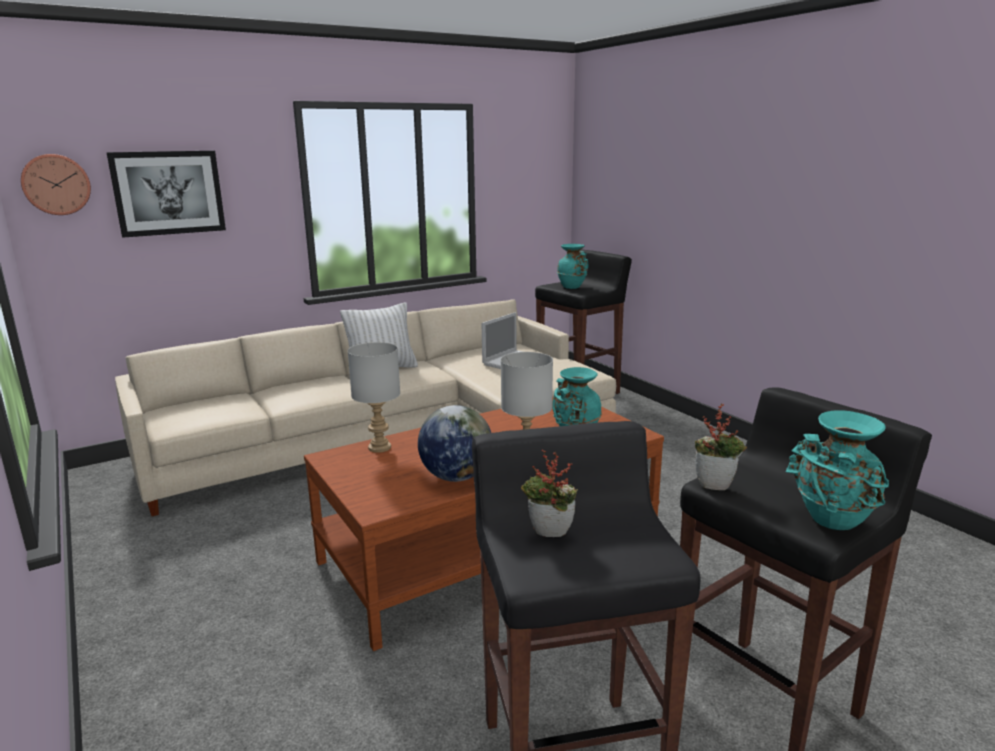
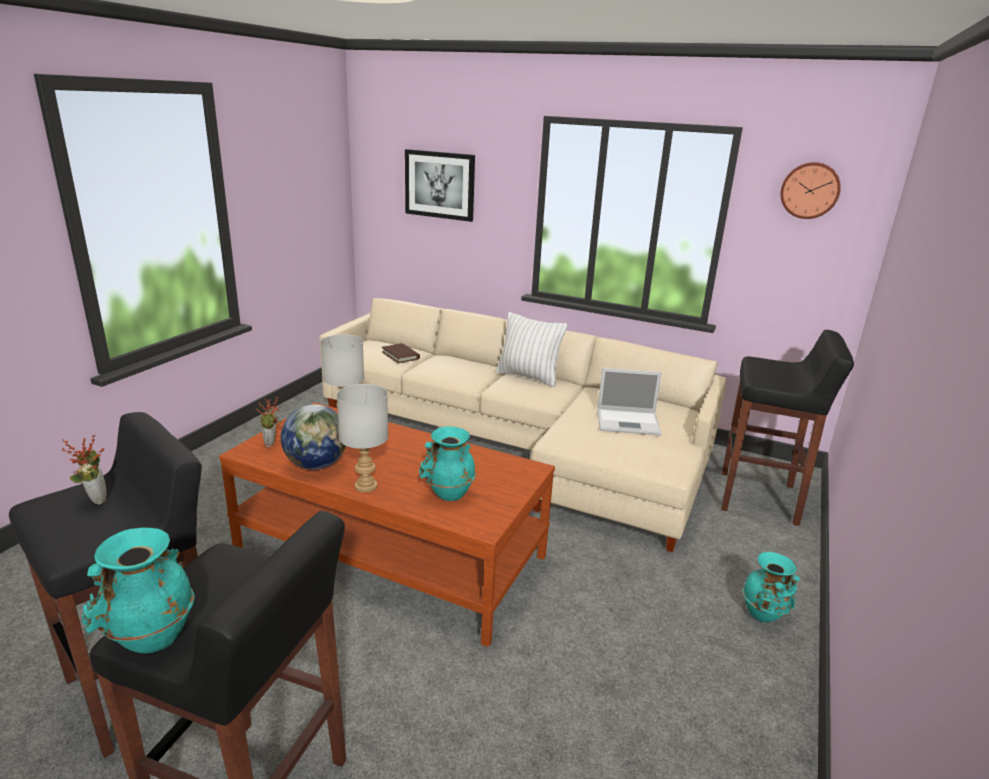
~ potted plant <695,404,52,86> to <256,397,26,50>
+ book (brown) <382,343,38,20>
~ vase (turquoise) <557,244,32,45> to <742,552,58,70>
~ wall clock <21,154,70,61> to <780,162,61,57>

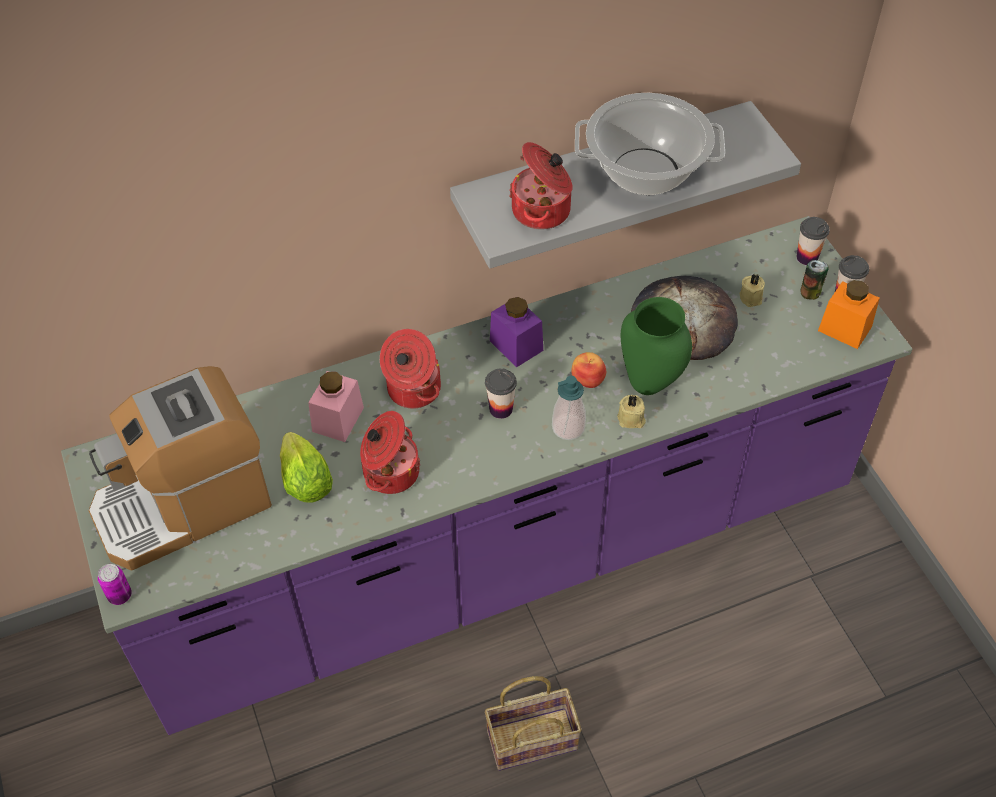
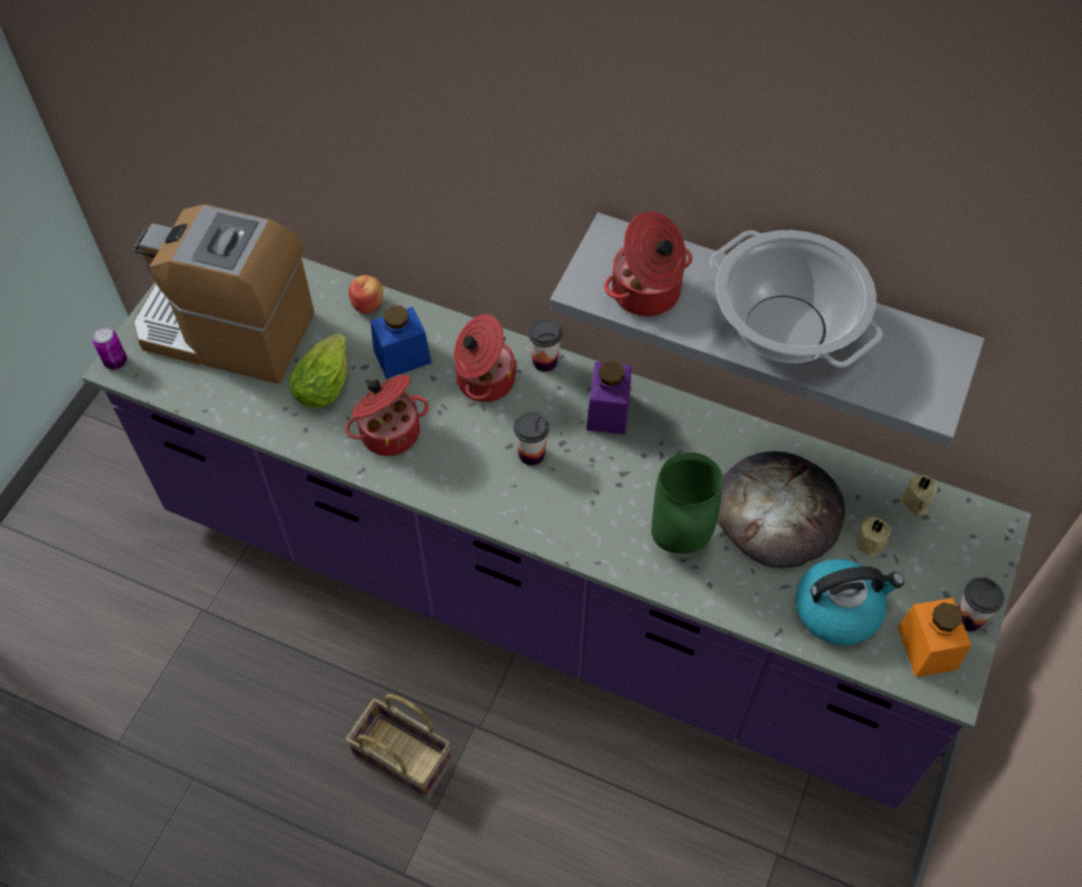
~ apple <571,352,35,36> to <349,275,34,39>
~ jar (pink) <308,371,56,71> to jar (blue) <370,306,61,73>
~ cup <797,217,33,48> to <528,318,34,54>
+ kettle <795,559,109,86>
~ candle (beige) <617,395,29,33> to <901,475,36,40>
- soap dispenser <552,376,34,64>
- can <800,260,29,40>

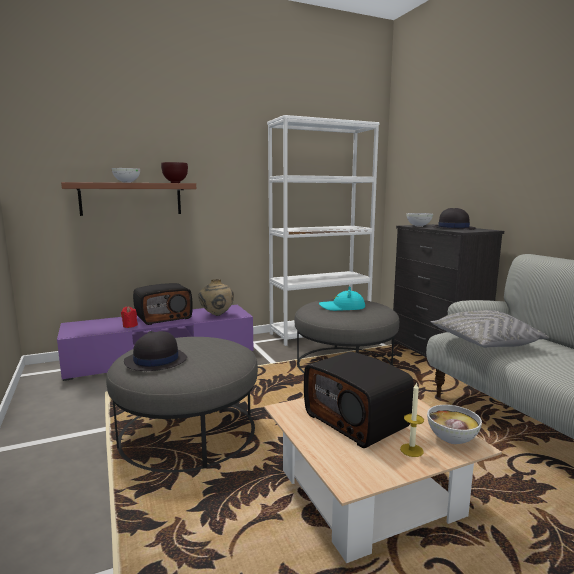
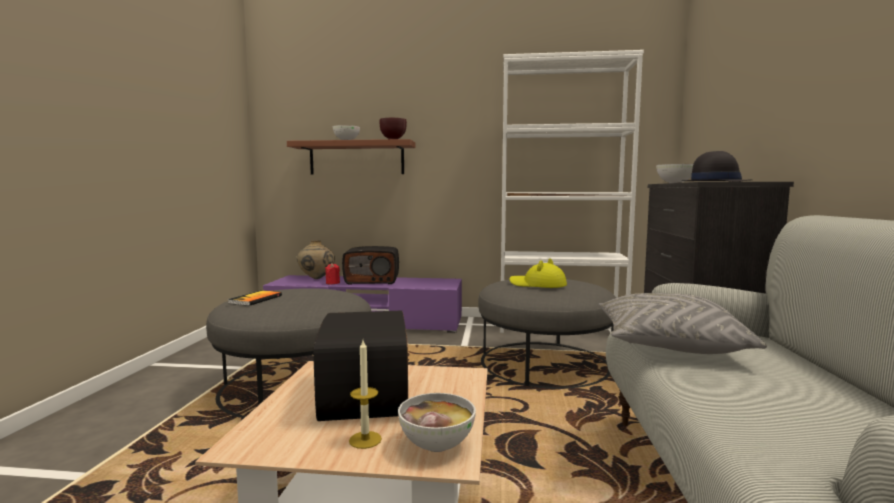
~ hat (black) <124,331,63,40> to book <228,290,54,16>
~ vase (beige) <198,279,36,37> to <297,240,38,39>
~ hat (turquoise) <319,286,46,25> to hat (yellow) <509,258,58,30>

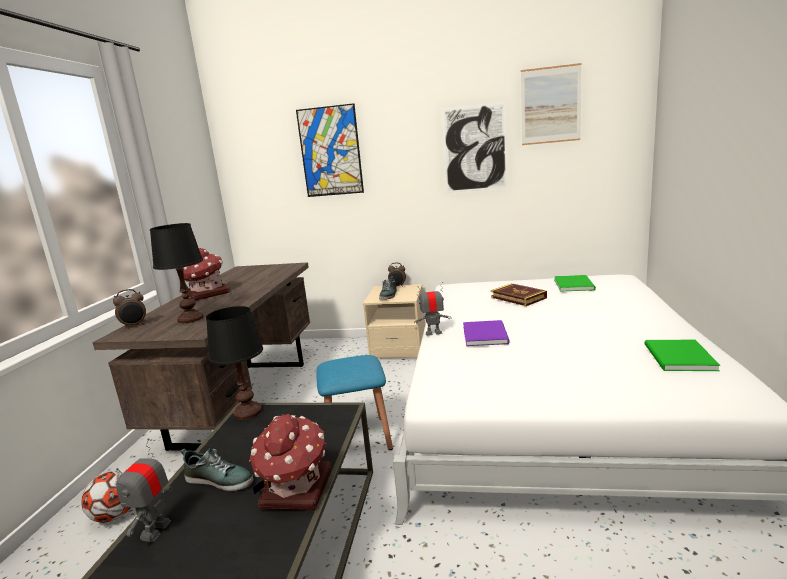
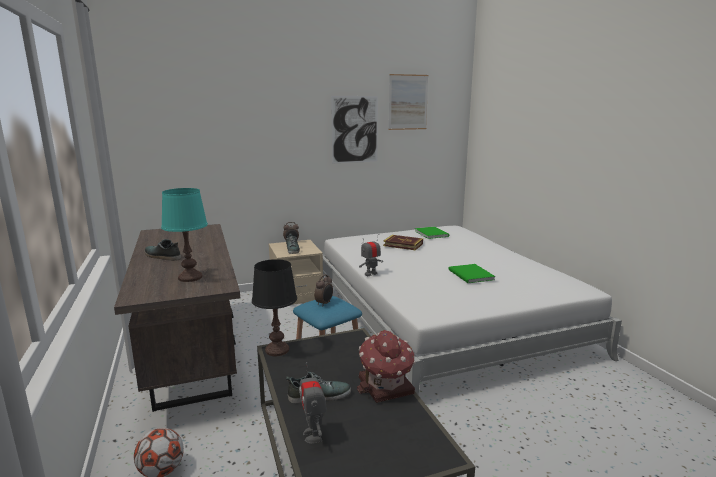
~ toy house <183,248,47,53> to shoe <145,239,36,22>
~ table lamp (black) <150,223,54,100> to table lamp (turquoise) <161,188,47,94>
~ alarm clock <113,289,33,40> to <314,274,19,33>
~ book (green) <645,340,75,31> to <449,264,46,19>
- picture <296,103,68,94>
- book (purple) <463,320,47,26>

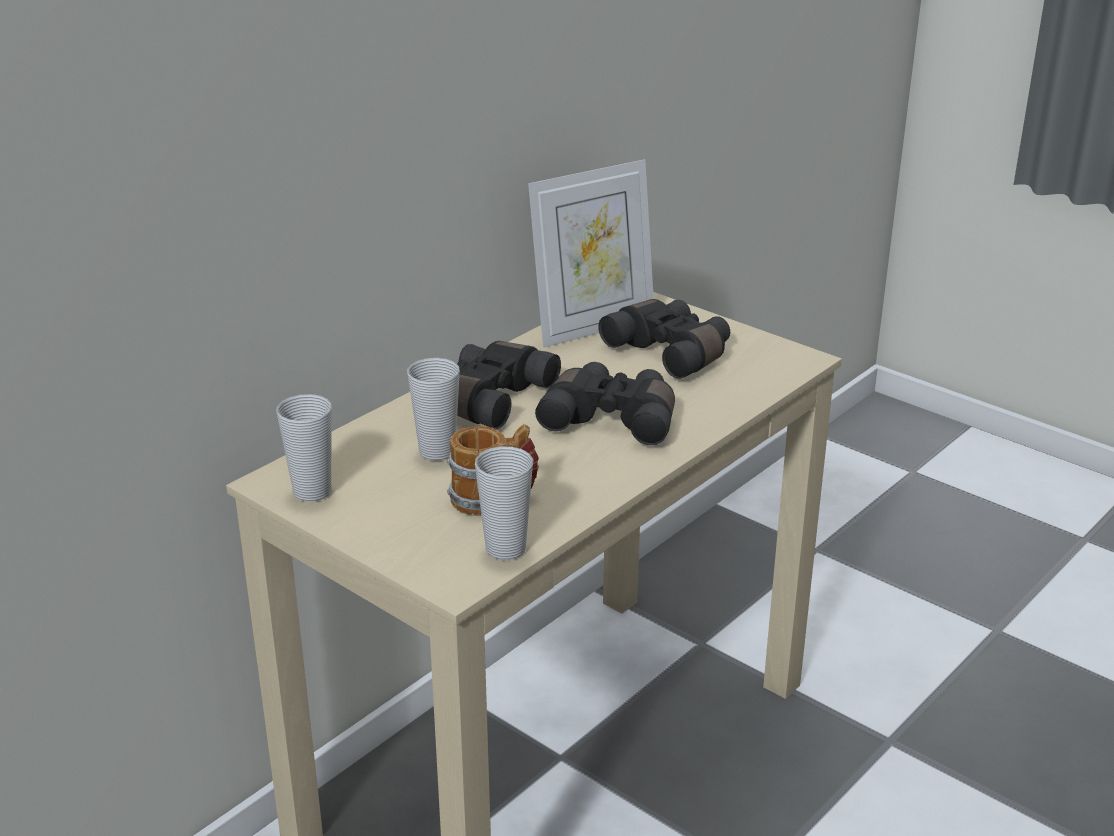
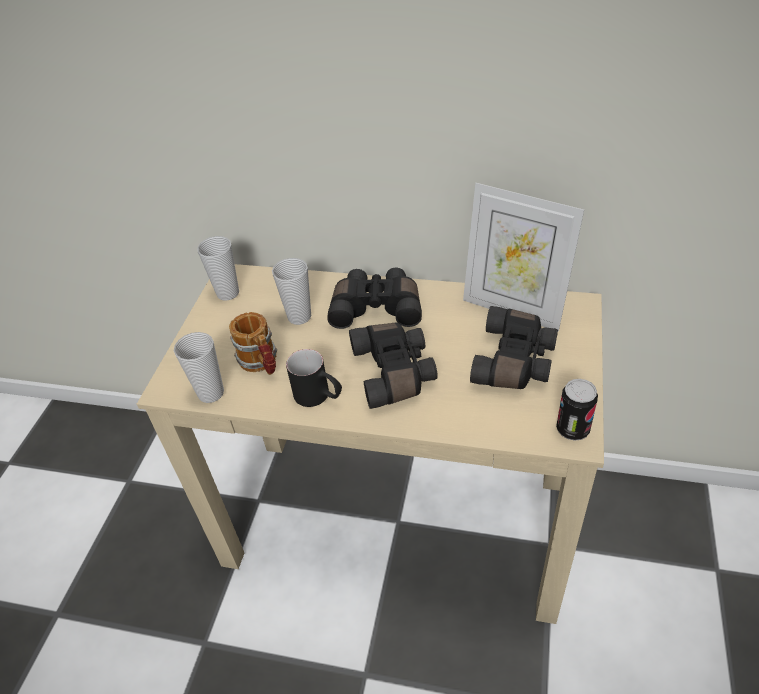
+ mug (black) <286,349,56,58>
+ can <556,379,42,62>

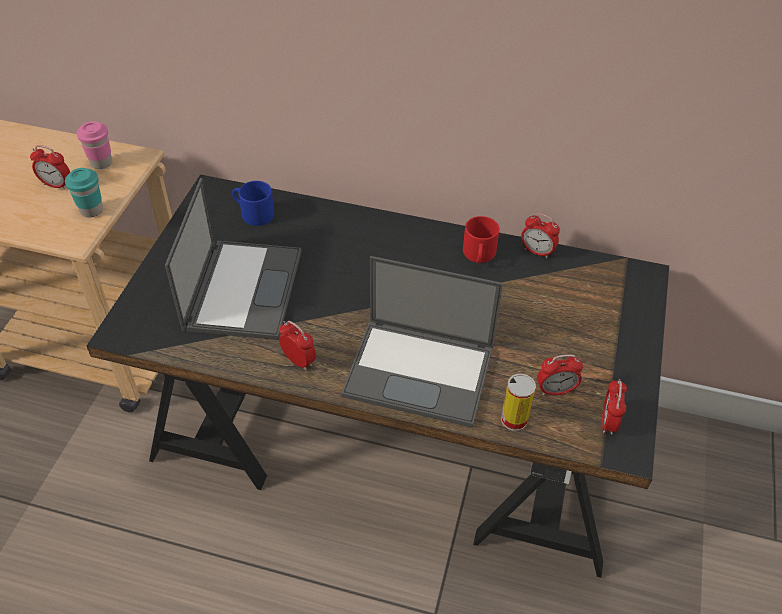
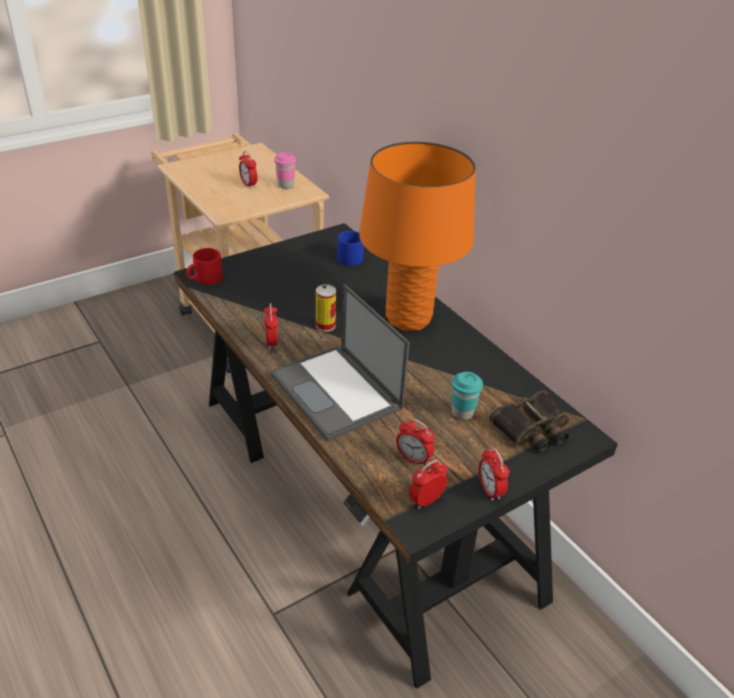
~ mug (red) <463,216,36,48> to <186,248,37,37>
~ can <501,374,35,57> to <316,284,20,48>
+ table lamp (orange) <359,142,117,189>
~ cup (turquoise) <65,168,38,50> to <452,372,31,48>
~ alarm clock <521,213,39,45> to <479,447,30,54>
+ binoculars <489,391,81,61>
- laptop <165,178,137,162>

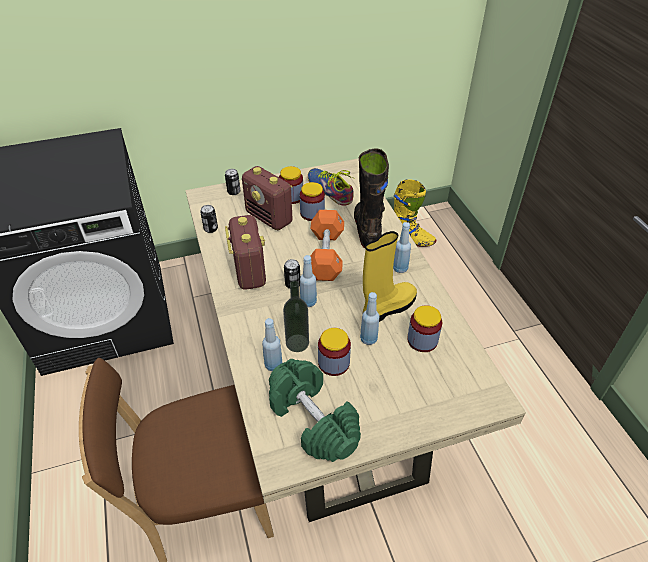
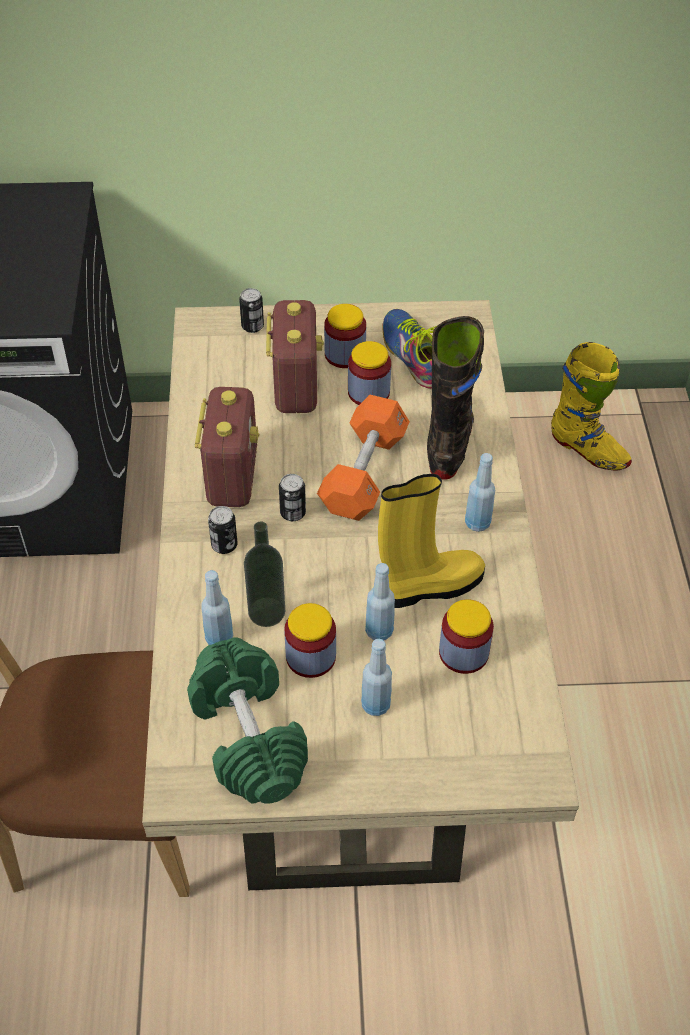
~ can <200,205,18,28> to <208,506,30,48>
~ radio <242,166,51,64> = <266,300,58,113> 150 degrees counterclockwise
~ bottle (blue) <300,255,17,52> to <361,639,31,77>

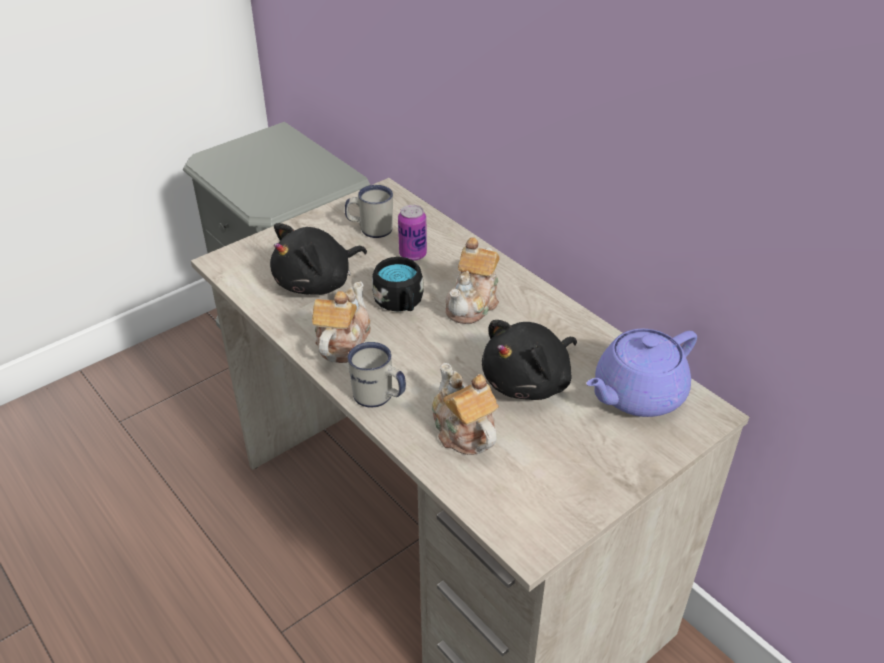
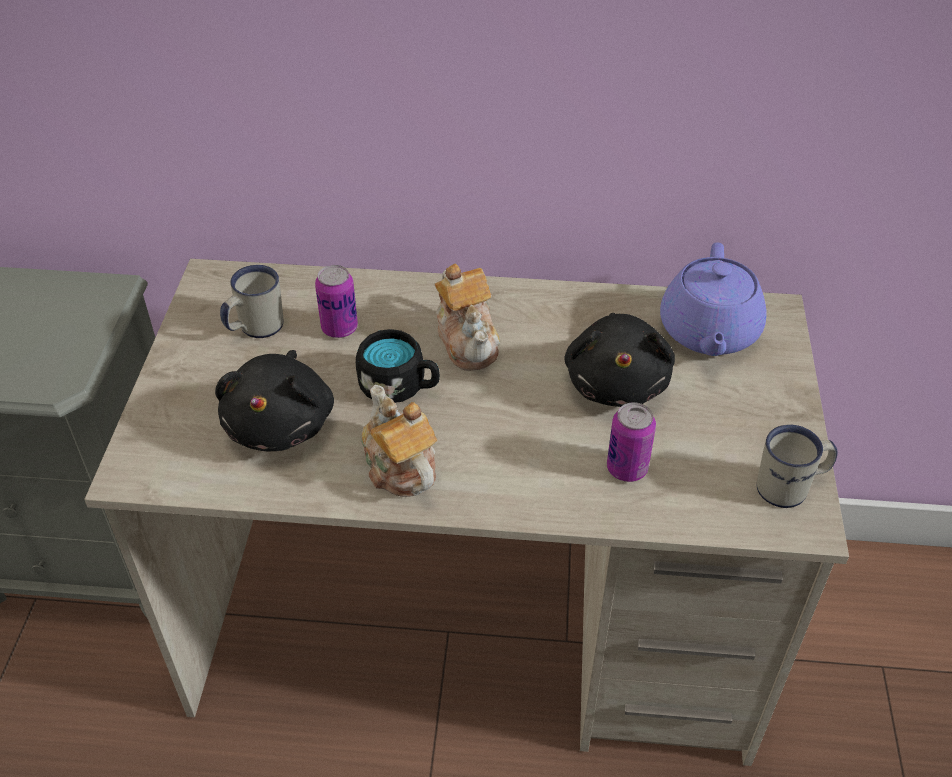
~ teapot <432,363,67,92> to can <607,402,49,80>
~ mug (white) <348,342,58,65> to <757,425,80,83>

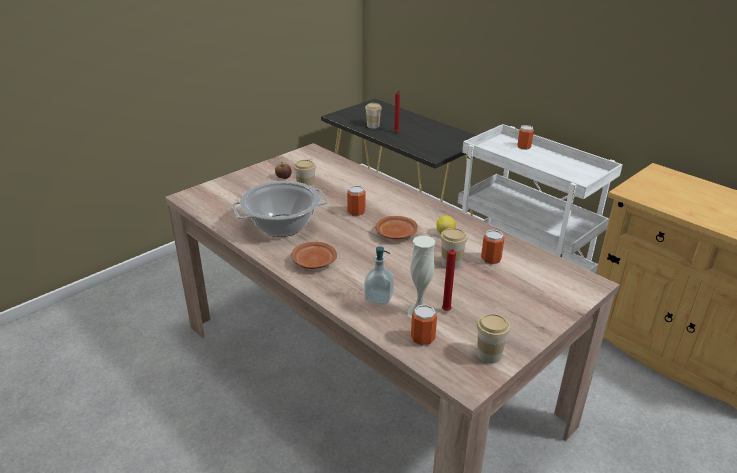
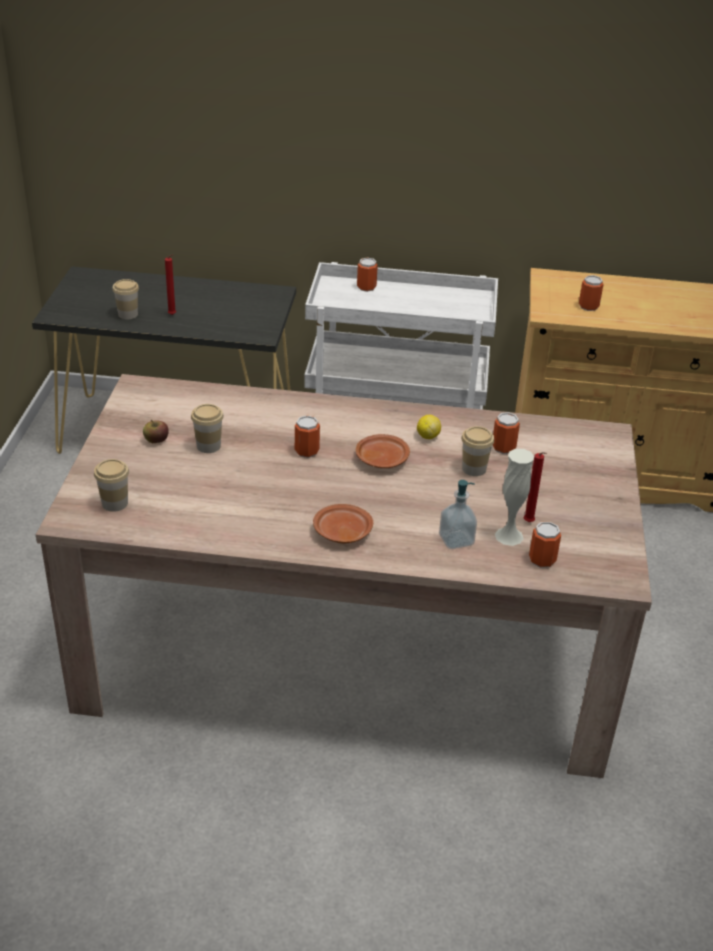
~ cup <477,313,33,51> to <94,459,35,53>
+ can <579,275,25,36>
- cooking pot <232,181,96,56>

